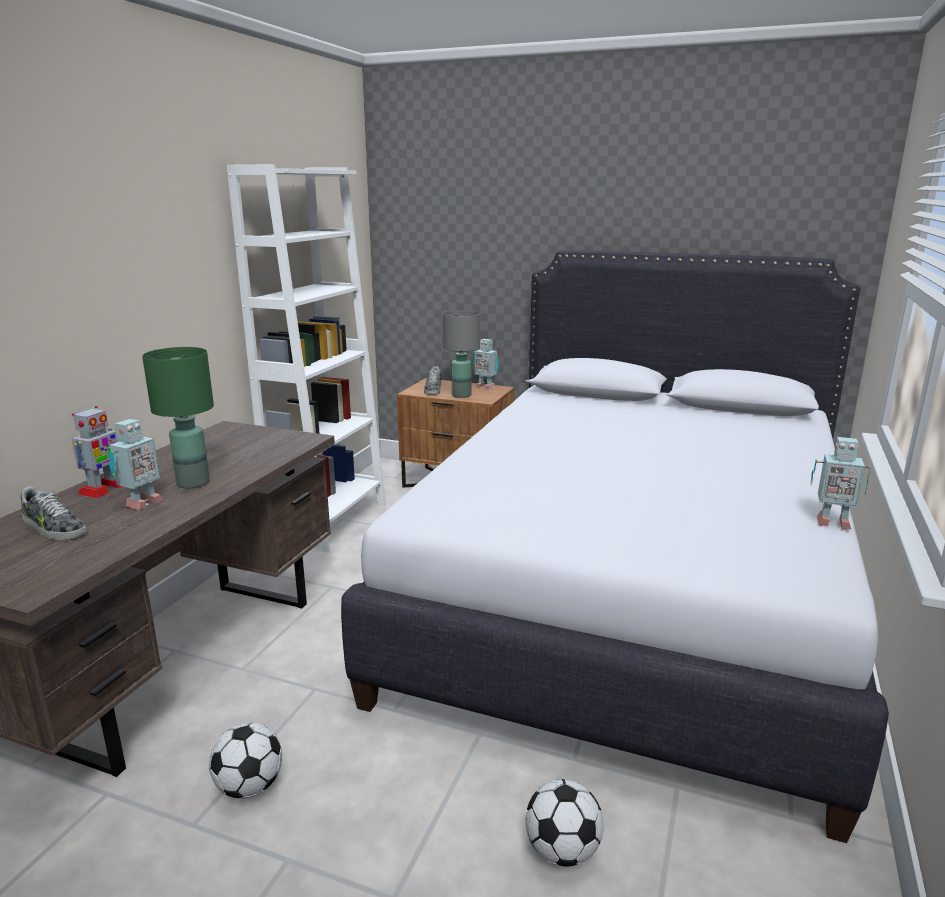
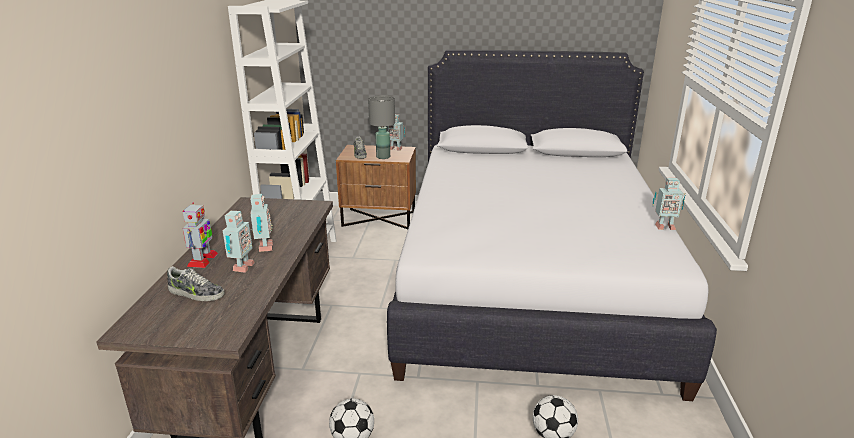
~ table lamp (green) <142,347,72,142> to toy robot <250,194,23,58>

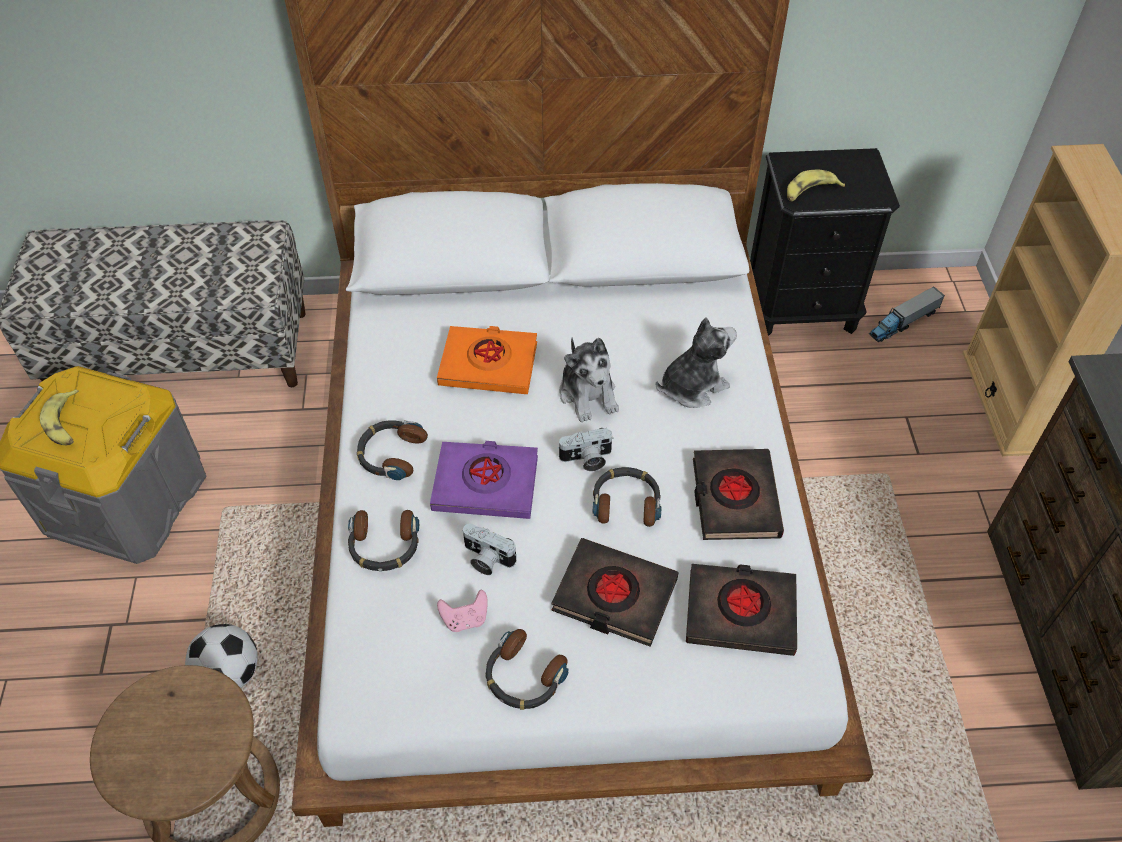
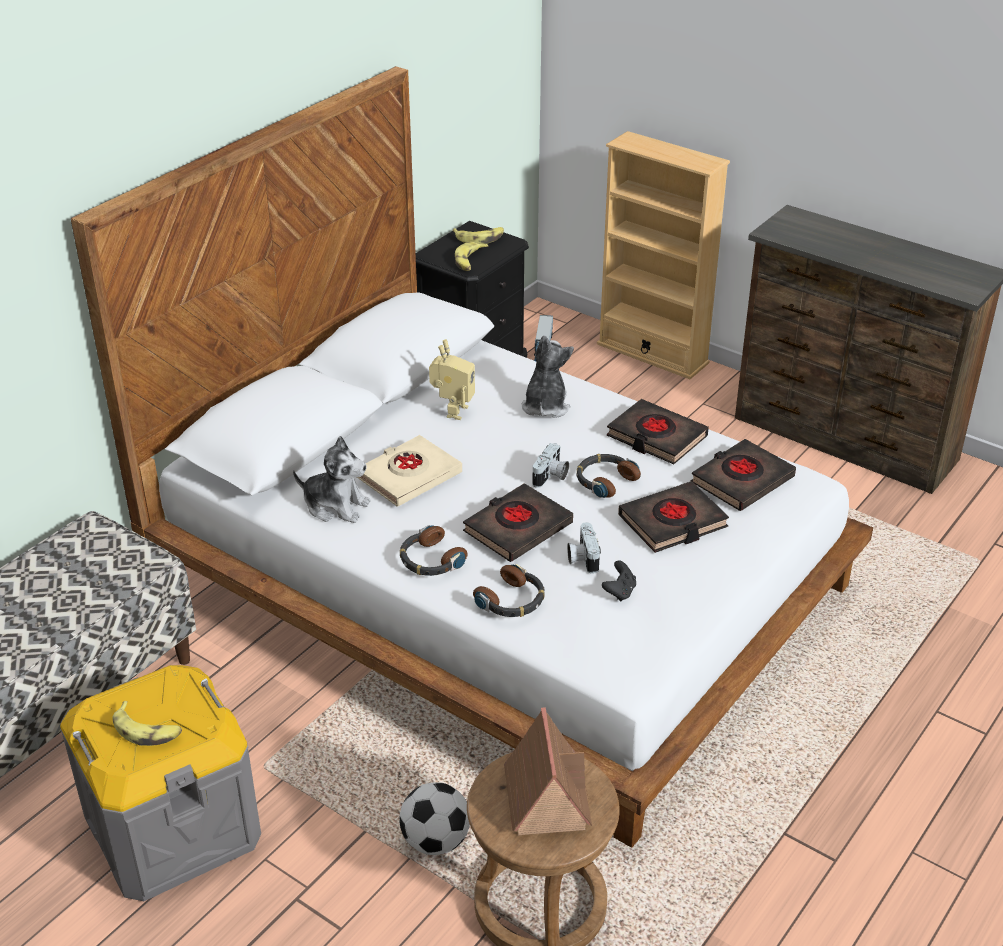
~ plush toy <559,338,60,85> to <293,436,78,87>
~ book (orange) <437,326,100,68> to book (beige) <357,435,105,72>
+ toy robot <429,339,46,81>
+ banana <453,227,51,17>
~ book (purple) <430,441,108,78> to book (black) <463,483,110,79>
+ toy house <504,707,88,128>
~ photo camera <462,524,55,51> = <567,522,34,51> 105 degrees clockwise
~ game controller (pink) <437,590,51,42> to game controller (black) <602,560,34,41>
- headphones <485,629,83,81>

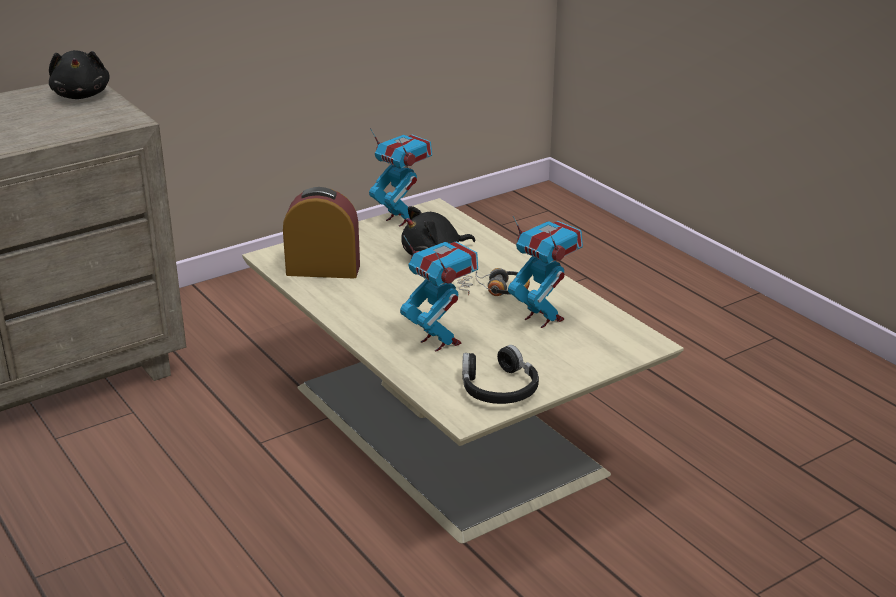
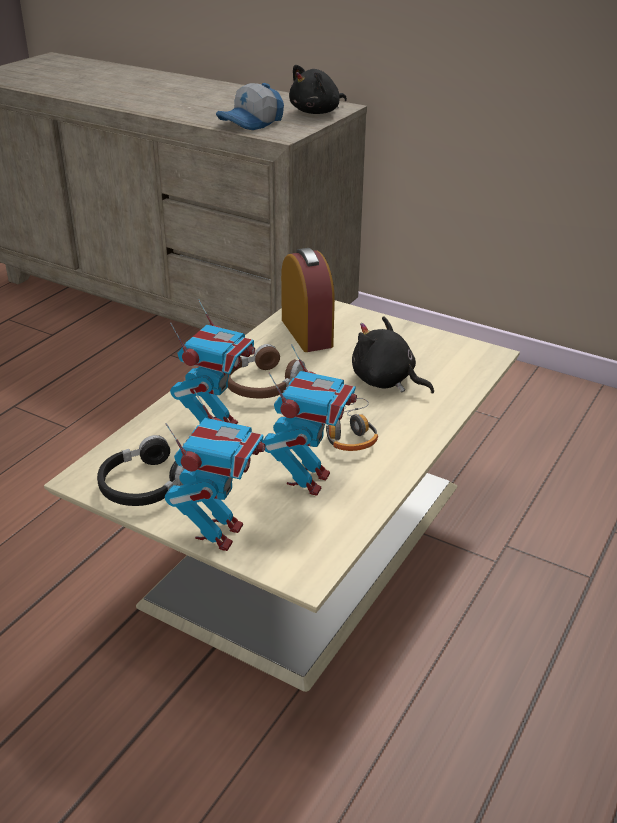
~ toy robot <369,128,63,99> to <165,389,101,162>
+ cap <216,83,68,47>
+ headphones (brown) <228,344,77,54>

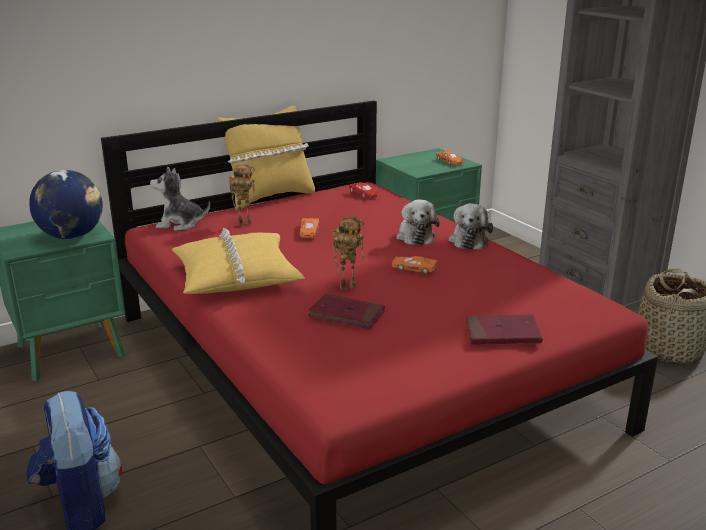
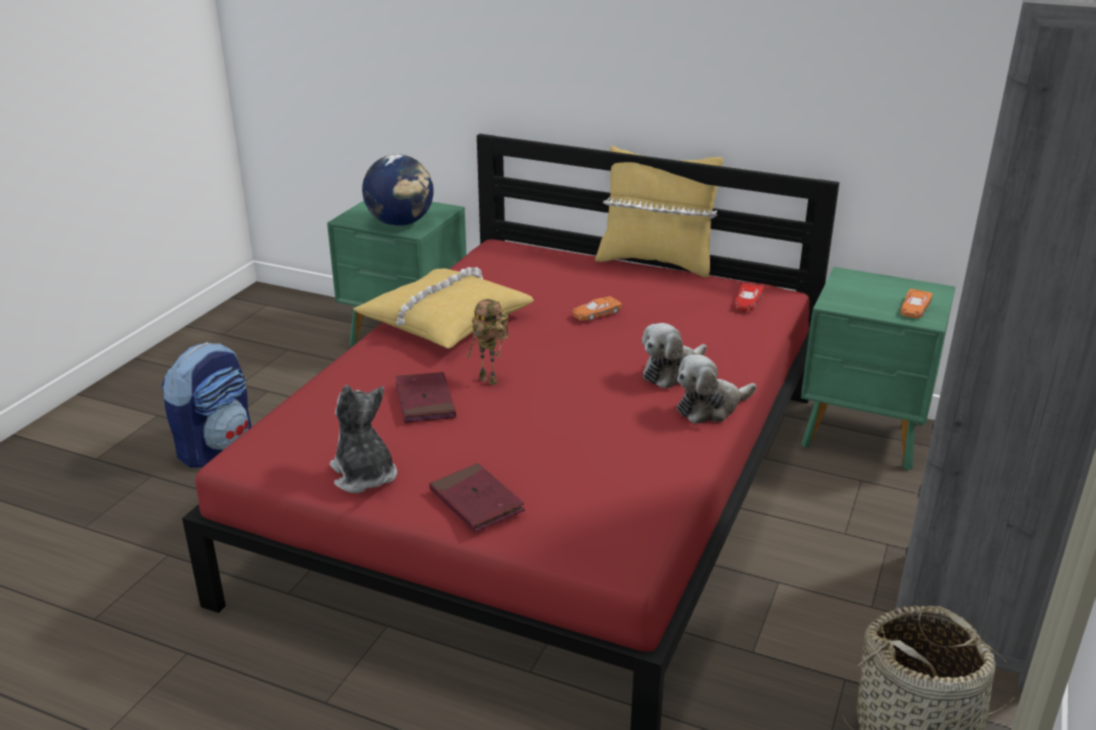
~ plush toy <150,167,60,64> to <330,385,67,108>
- toy robot <229,164,28,62>
- toy car (orange) <392,256,45,18>

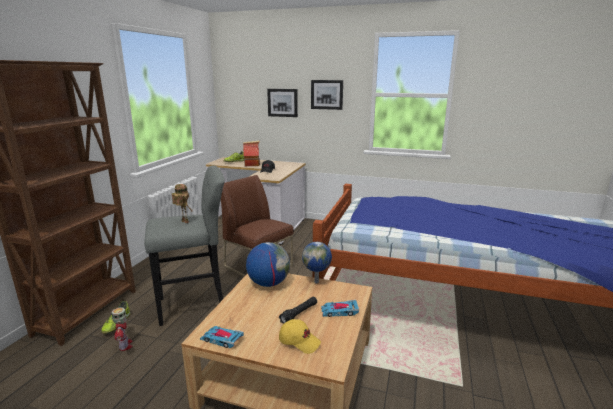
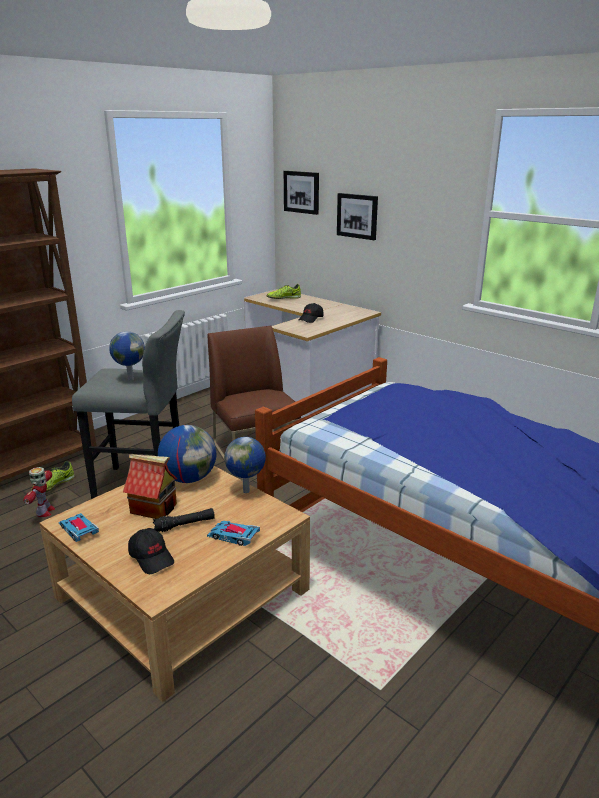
~ toy robot <172,184,21,39> to globe <109,331,36,50>
~ toy house <242,140,18,26> to <123,454,55,65>
~ cap (yellow) <279,319,42,35> to cap (black) <128,528,46,46>
~ picture <311,80,32,30> to <284,171,35,44>

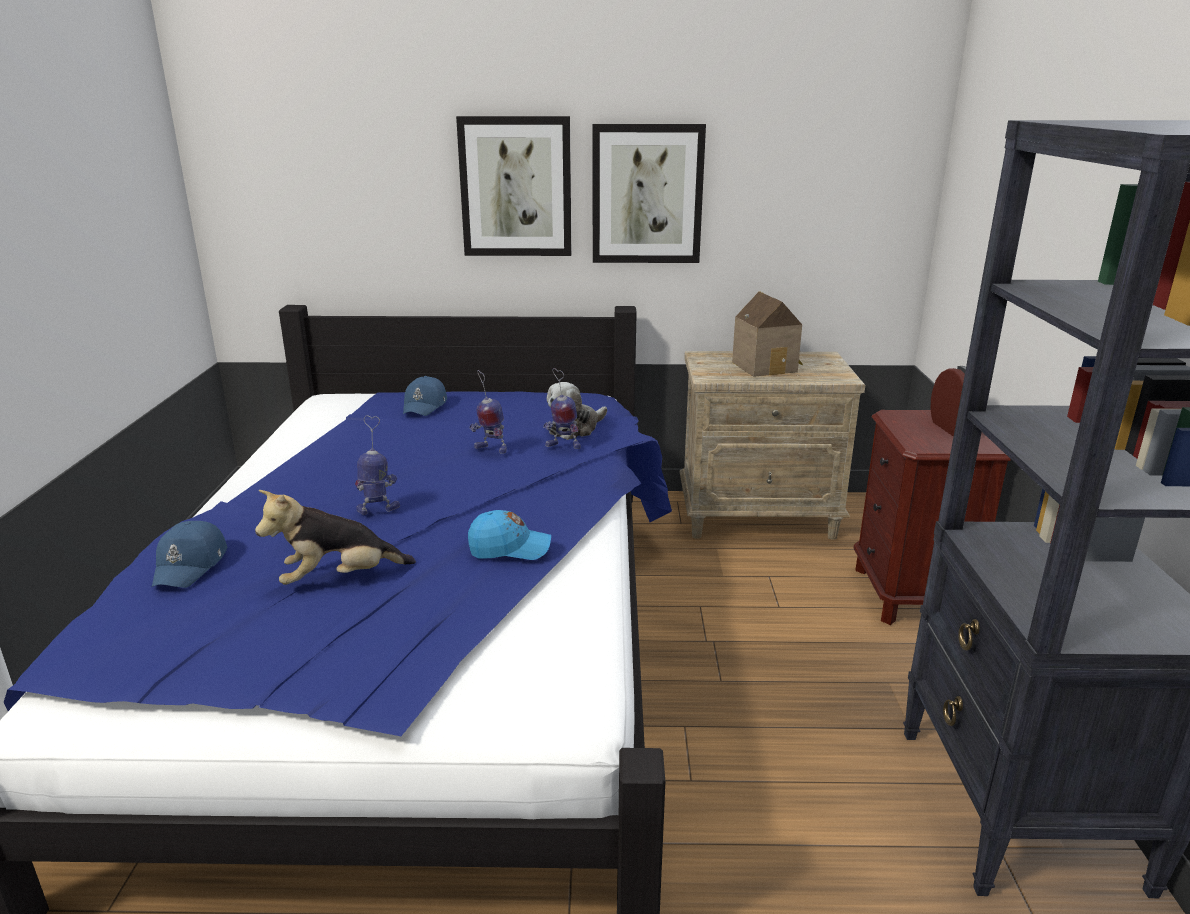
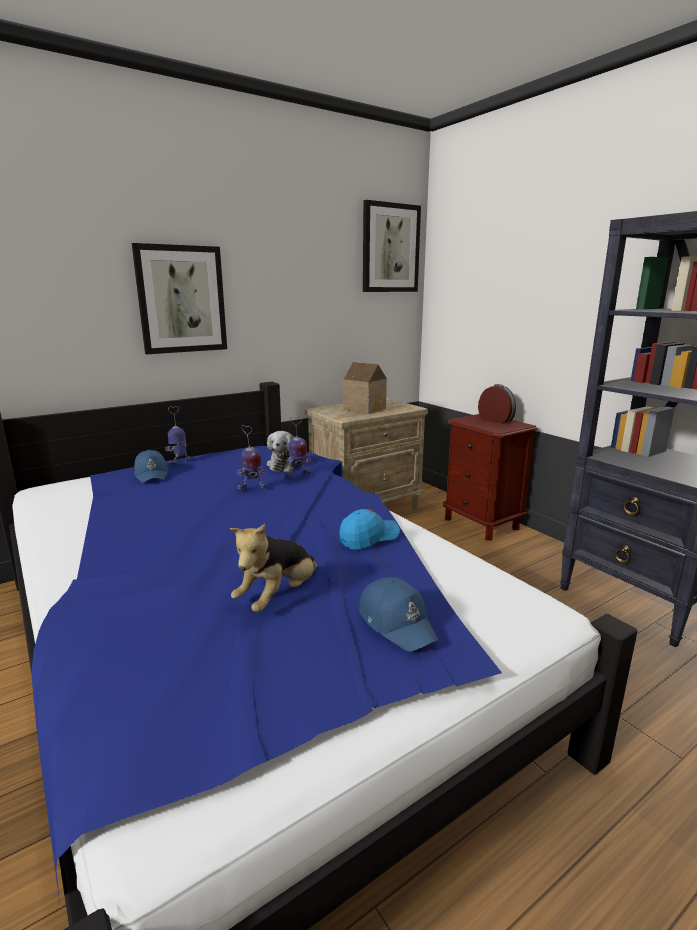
~ toy robot <355,415,45,100> to <165,406,26,59>
~ cap (blue) <152,521,75,67> to <359,577,79,75>
~ picture <593,124,113,139> to <363,200,58,92>

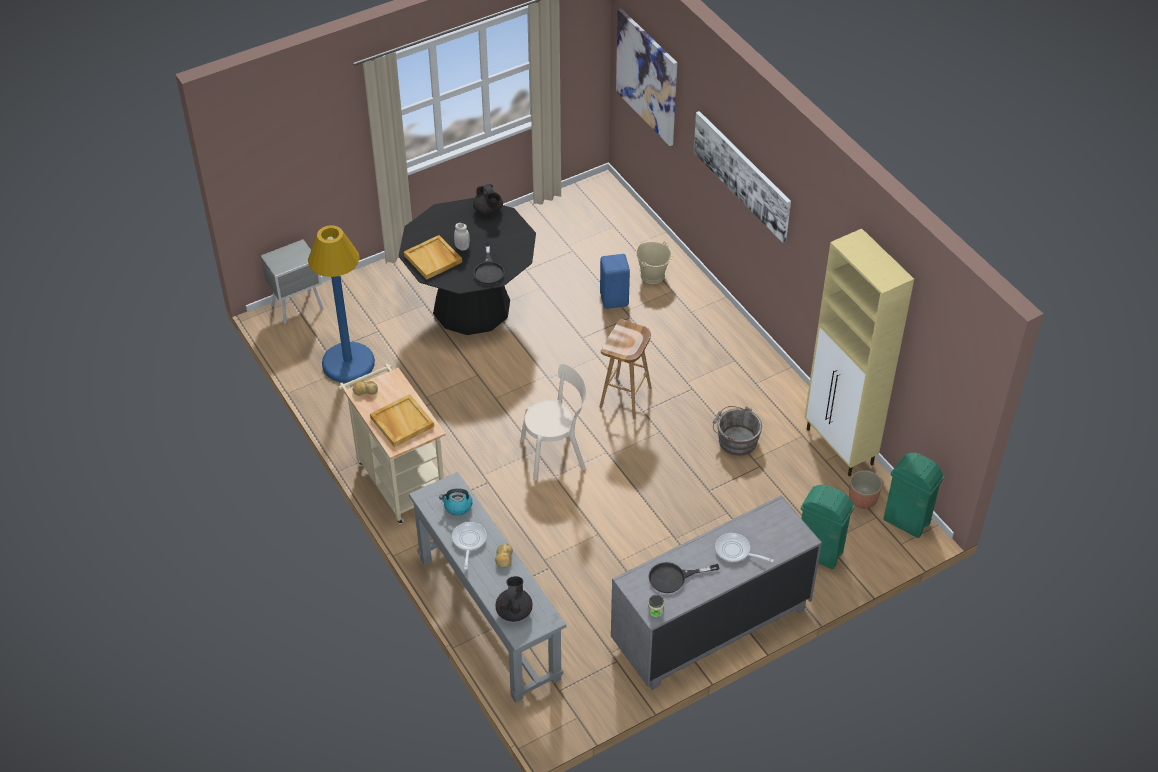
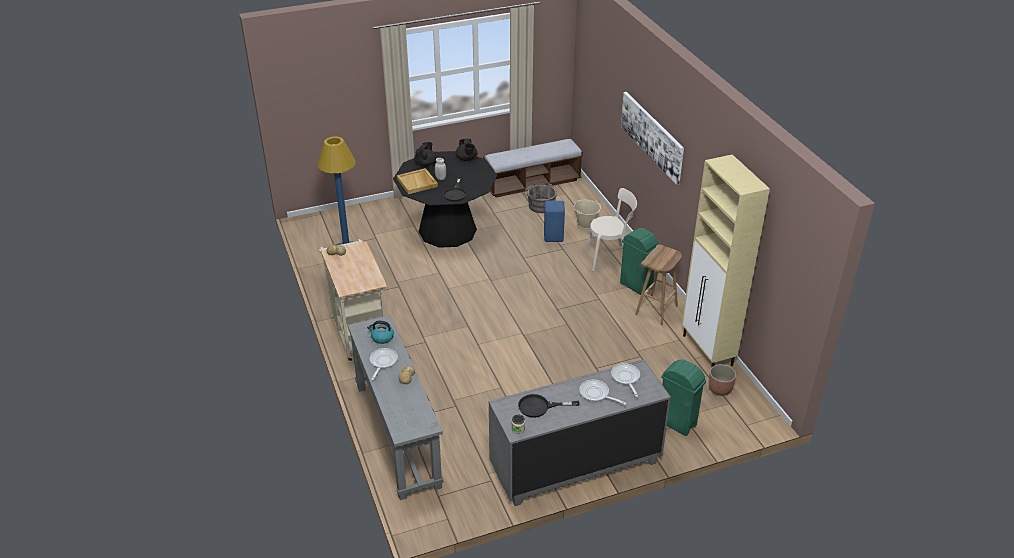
~ teapot (black) <496,576,37,46> to <414,142,22,25>
+ bench <483,139,100,59>
~ bucket (grey) <713,406,49,50> to <524,183,33,30>
~ chair (beige) <520,364,67,117> to <586,188,51,83>
+ frying pan <611,363,29,34>
~ trash can (green) <884,453,60,85> to <620,228,38,67>
~ stool (brown) <599,319,53,100> to <635,244,47,81>
- nightstand (grey) <261,239,62,85>
- tray (beige) <370,394,64,53>
- picture <616,8,61,138>

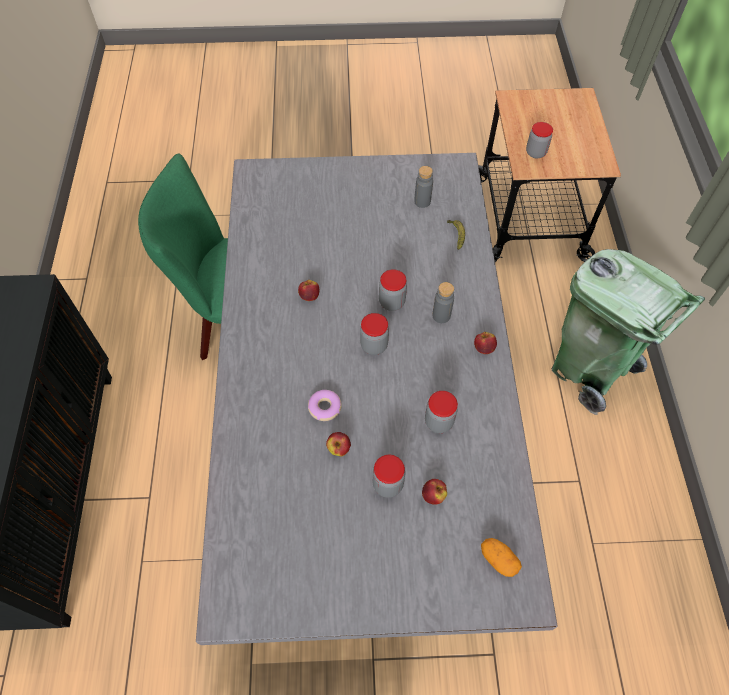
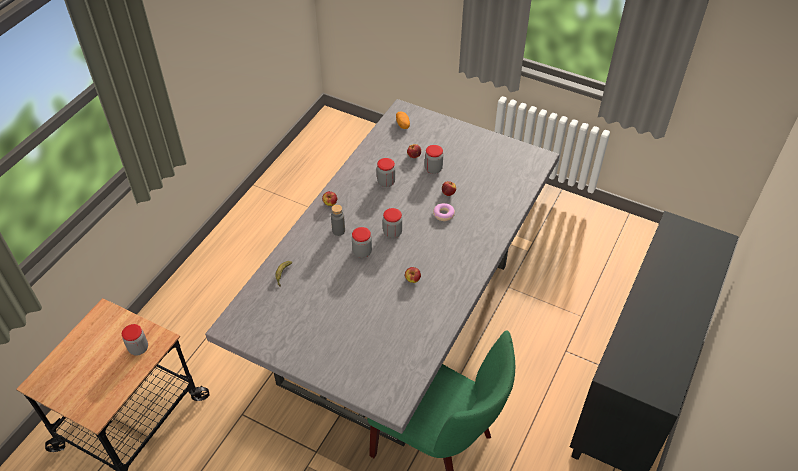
- bottle (grey) <414,166,19,42>
- trash can (green) <552,249,153,166>

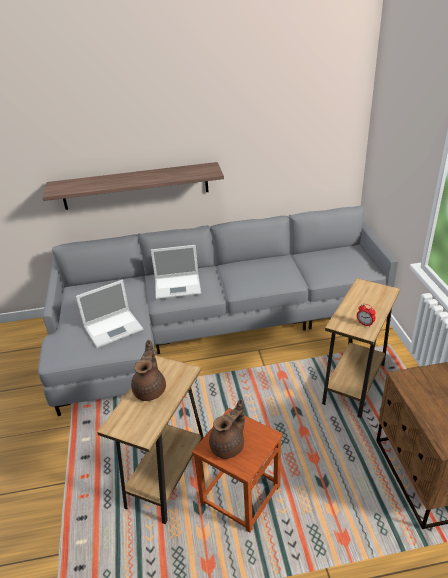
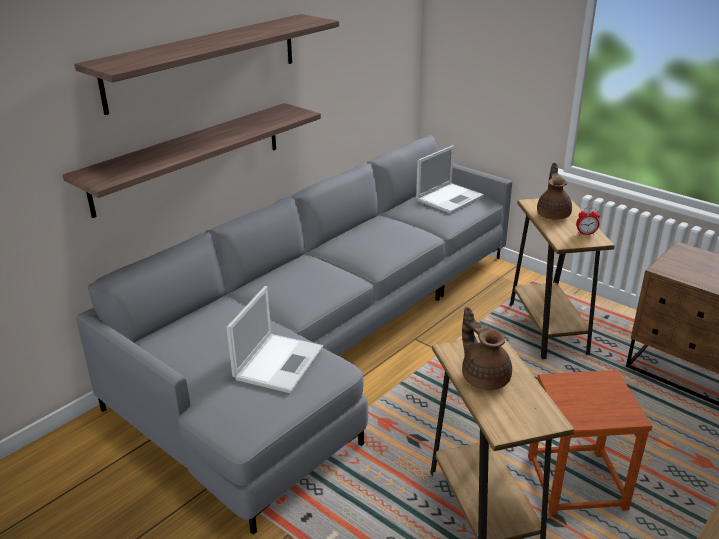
+ shelf <75,14,264,101>
~ laptop <151,245,50,54> to <416,145,68,68>
~ teapot (brown) <209,399,36,60> to <537,163,35,57>

